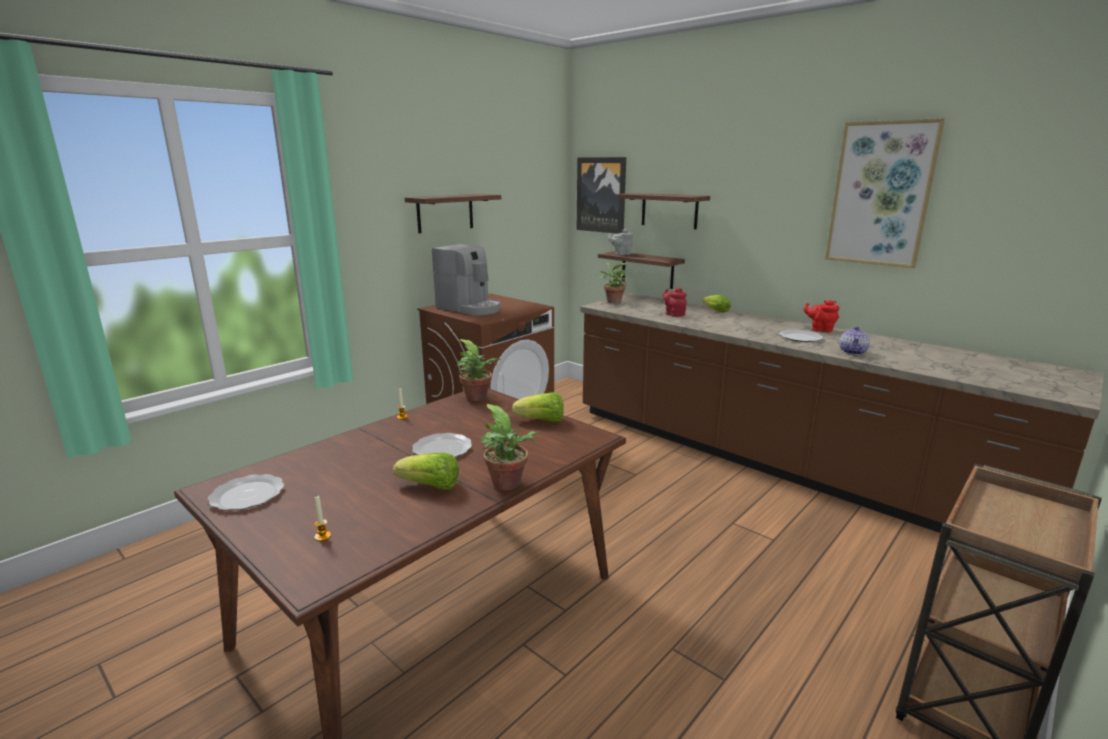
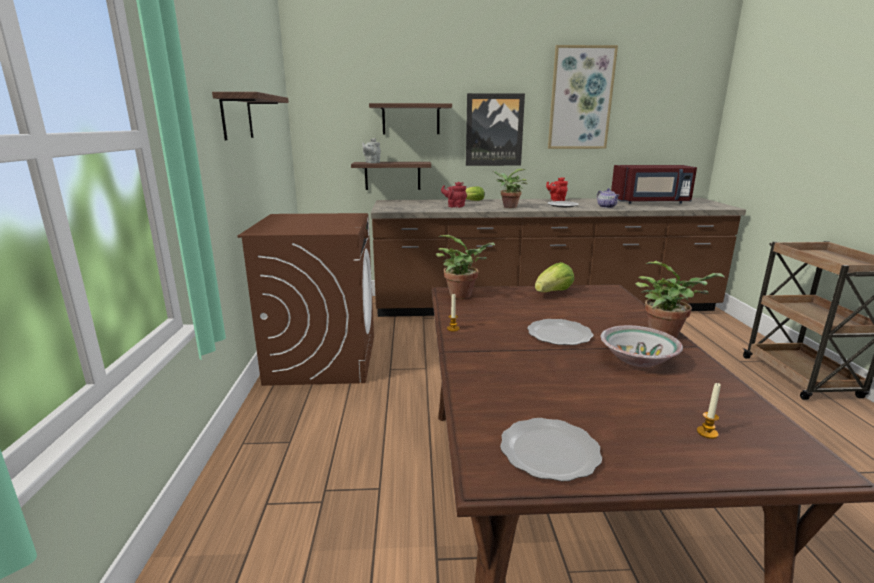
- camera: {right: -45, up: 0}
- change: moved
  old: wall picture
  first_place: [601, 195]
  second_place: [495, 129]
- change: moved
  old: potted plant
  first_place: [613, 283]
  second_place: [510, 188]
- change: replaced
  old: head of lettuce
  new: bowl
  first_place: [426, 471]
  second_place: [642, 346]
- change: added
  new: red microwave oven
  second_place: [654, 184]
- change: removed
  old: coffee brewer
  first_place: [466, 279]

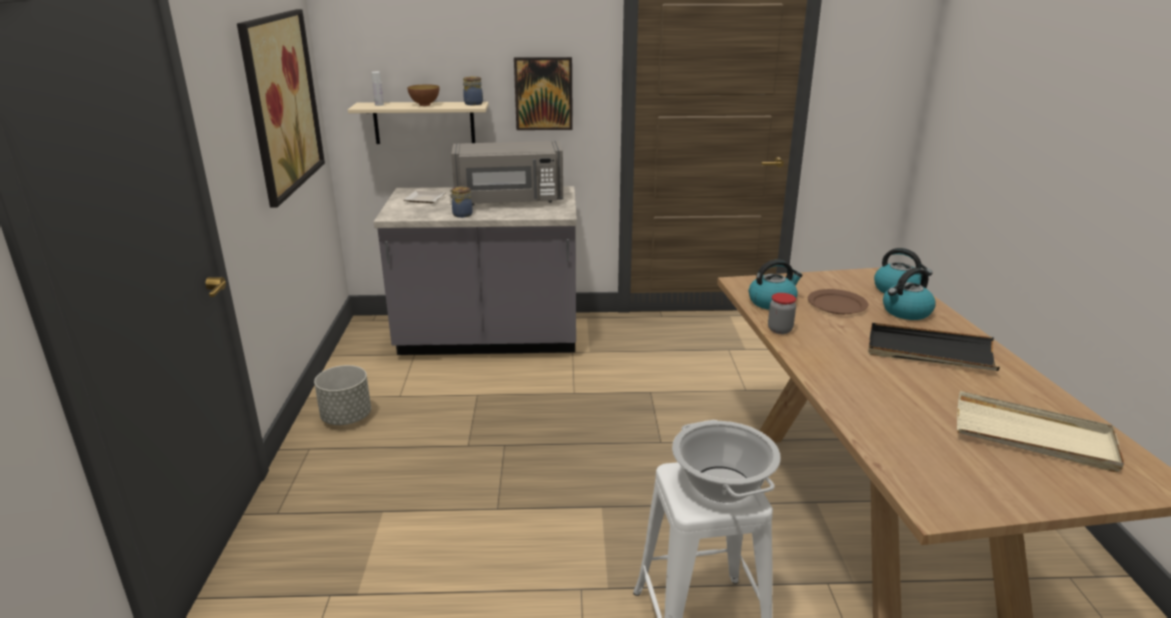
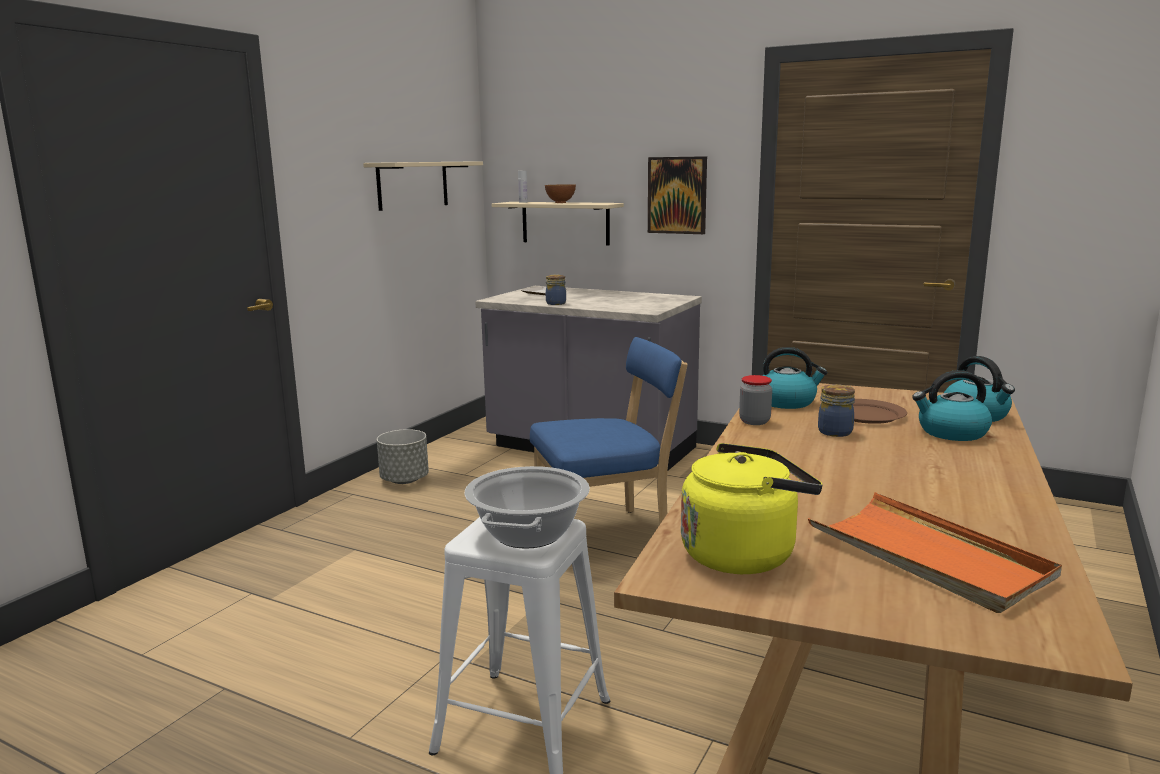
- camera: {right: 30, up: -10}
- change: replaced
  old: wall picture
  new: sand-coloured wall shelf
  first_place: [281, 108]
  second_place: [423, 186]
- change: added
  new: blue upright chair
  second_place: [609, 430]
- change: added
  new: yellow water kettle
  second_place: [752, 508]
- change: recoloured
  old: sand-coloured serving tray
  new: orange serving tray
  first_place: [1040, 431]
  second_place: [935, 552]
- change: moved
  old: jar
  first_place: [473, 90]
  second_place: [836, 410]
- change: removed
  old: gray microwave oven
  first_place: [507, 173]
- change: removed
  old: black serving tray
  first_place: [934, 347]

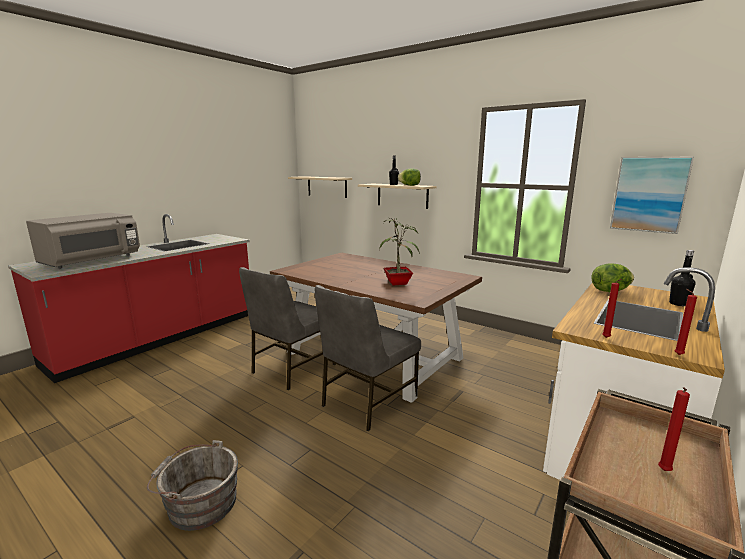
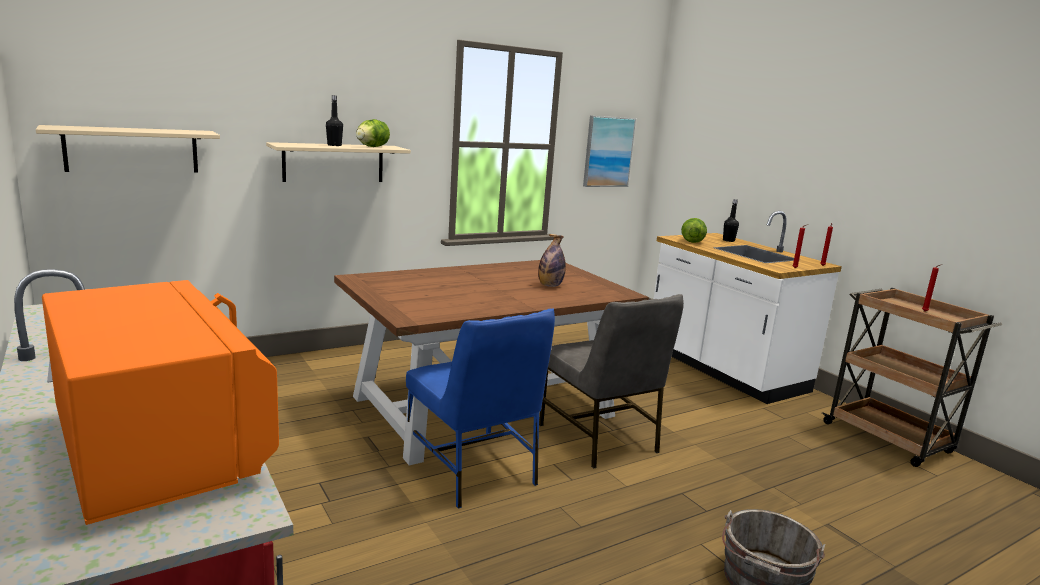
- camera: {right: -70, up: 0}
- change: recoloured
  old: gray microwave oven
  new: orange microwave oven
  first_place: [83, 241]
  second_place: [160, 402]
- change: recoloured
  old: gray upright chair
  new: blue upright chair
  first_place: [287, 328]
  second_place: [480, 408]
- change: replaced
  old: potted plant
  new: drink bottle
  first_place: [399, 251]
  second_place: [552, 260]

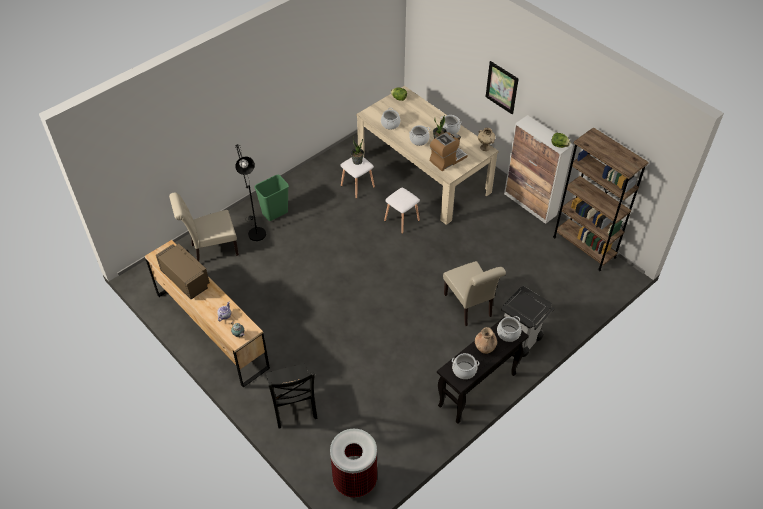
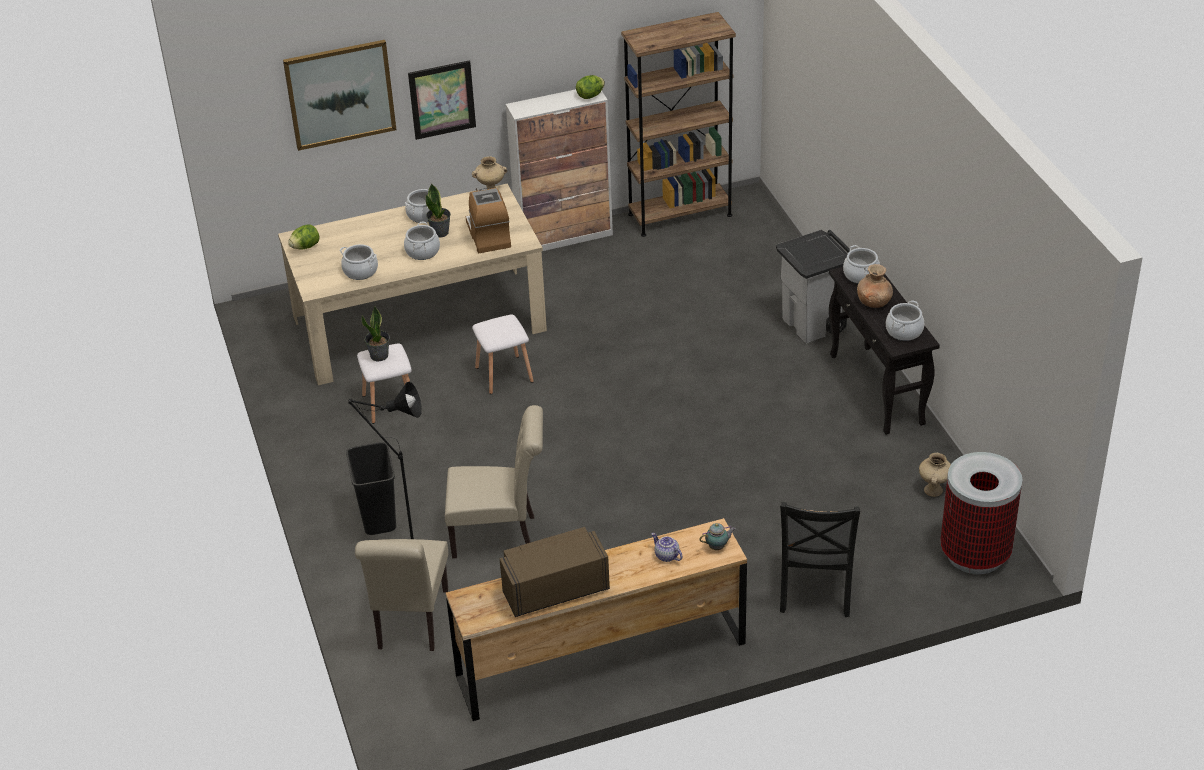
- camera: {right: -65, up: -10}
- change: added
  new: wall picture
  second_place: [339, 95]
- change: recoloured
  old: green-coloured waste bin
  new: black waste bin
  first_place: [271, 198]
  second_place: [371, 488]
- change: moved
  old: sand-coloured upright chair
  first_place: [474, 293]
  second_place: [494, 481]
- change: turned
  old: black upright chair
  first_place: [291, 396]
  second_place: [820, 559]
  degrees: 90
- change: added
  new: sand-coloured decorative vase
  second_place: [935, 475]

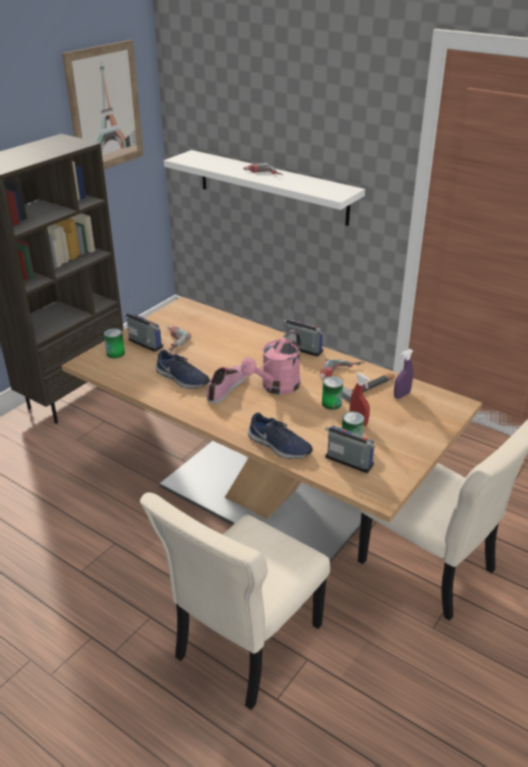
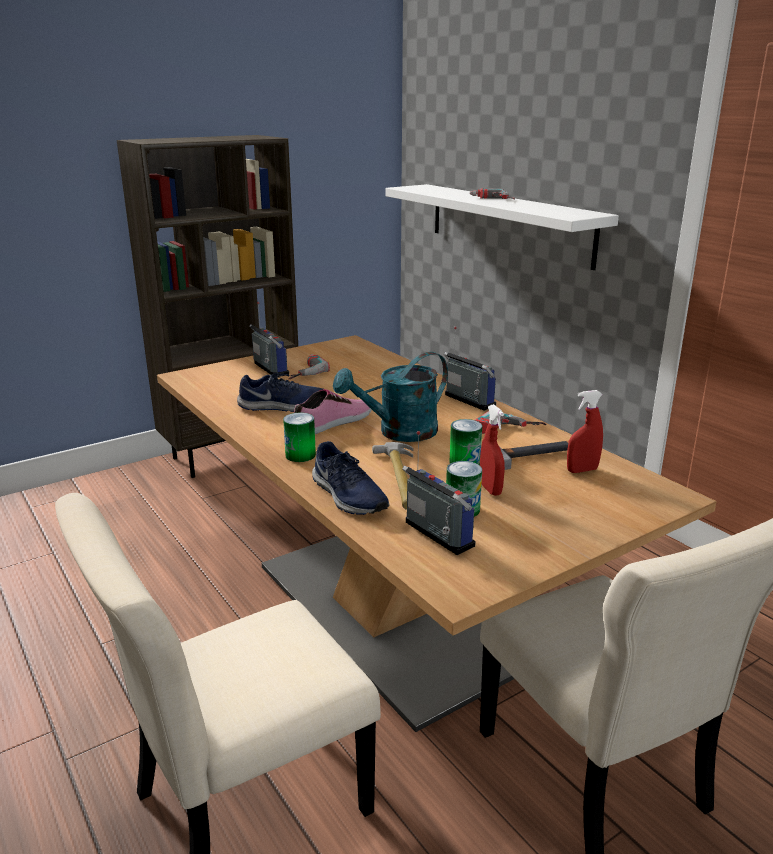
- camera: {right: 20, up: -10}
- change: turned
  old: blue low shoe
  first_place: [182, 369]
  second_place: [280, 392]
  degrees: -60
- change: moved
  old: sealed can
  first_place: [114, 343]
  second_place: [299, 437]
- change: recoloured
  old: pinkish sprinkling can
  new: blue-green sprinkling can
  first_place: [271, 362]
  second_place: [390, 397]
- change: added
  new: hand hammer
  second_place: [392, 476]
- change: recoloured
  old: purple hand sprayer
  new: red hand sprayer
  first_place: [404, 374]
  second_place: [585, 431]
- change: removed
  old: wall picture
  first_place: [103, 105]

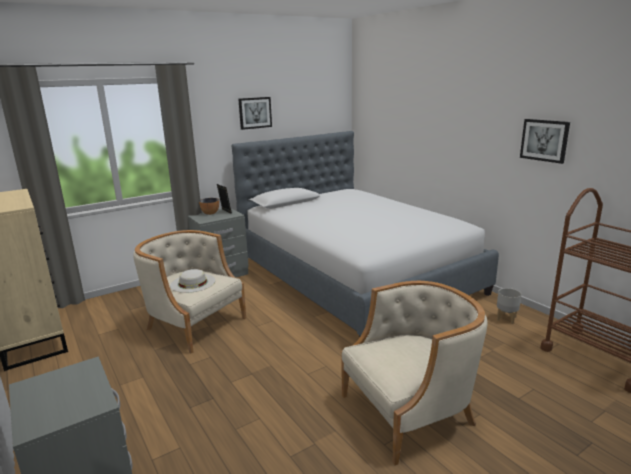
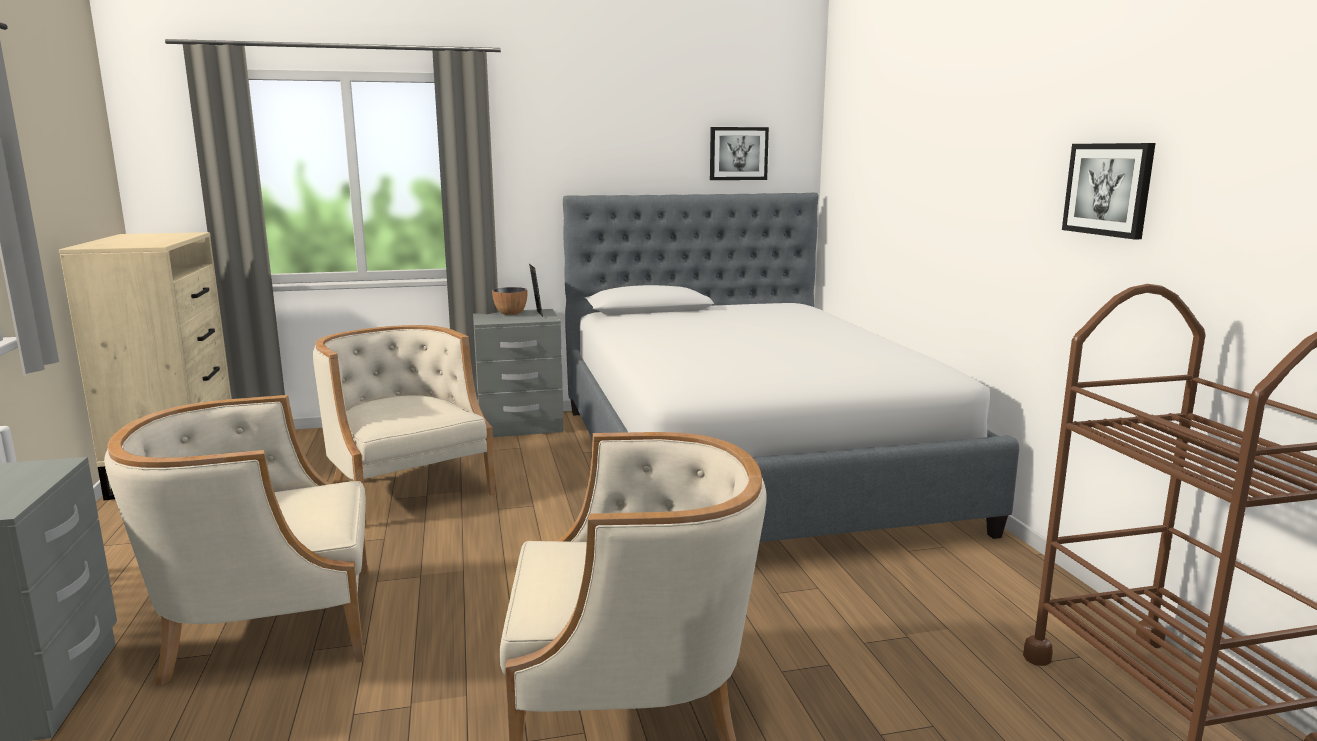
- camera: {right: 20, up: -5}
- change: added
  new: sand-coloured easy chair
  second_place: [236, 541]
- change: moved
  old: wall picture
  first_place: [255, 113]
  second_place: [739, 153]
- change: removed
  old: white-coloured clothing hat
  first_place: [192, 281]
- change: removed
  old: gray flower pot
  first_place: [509, 306]

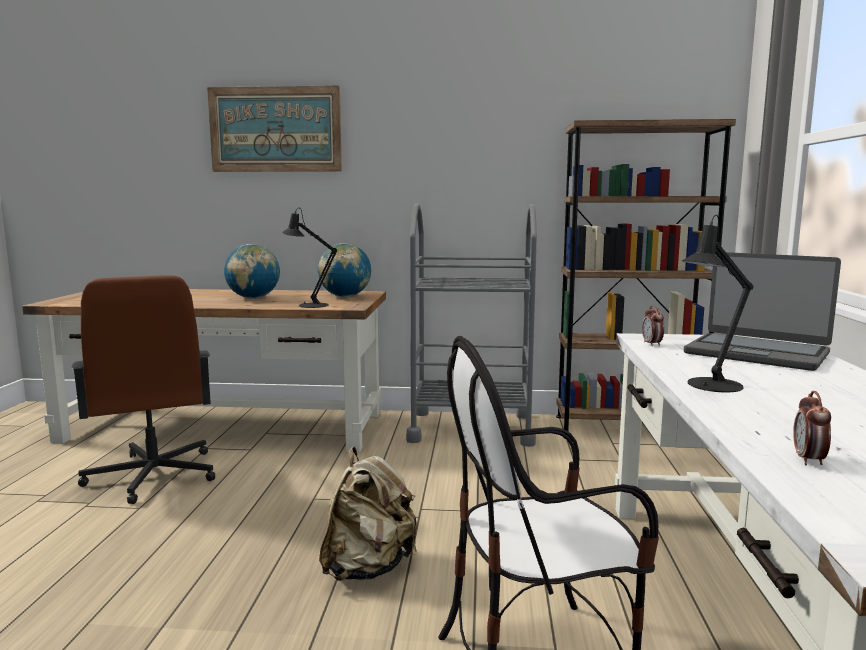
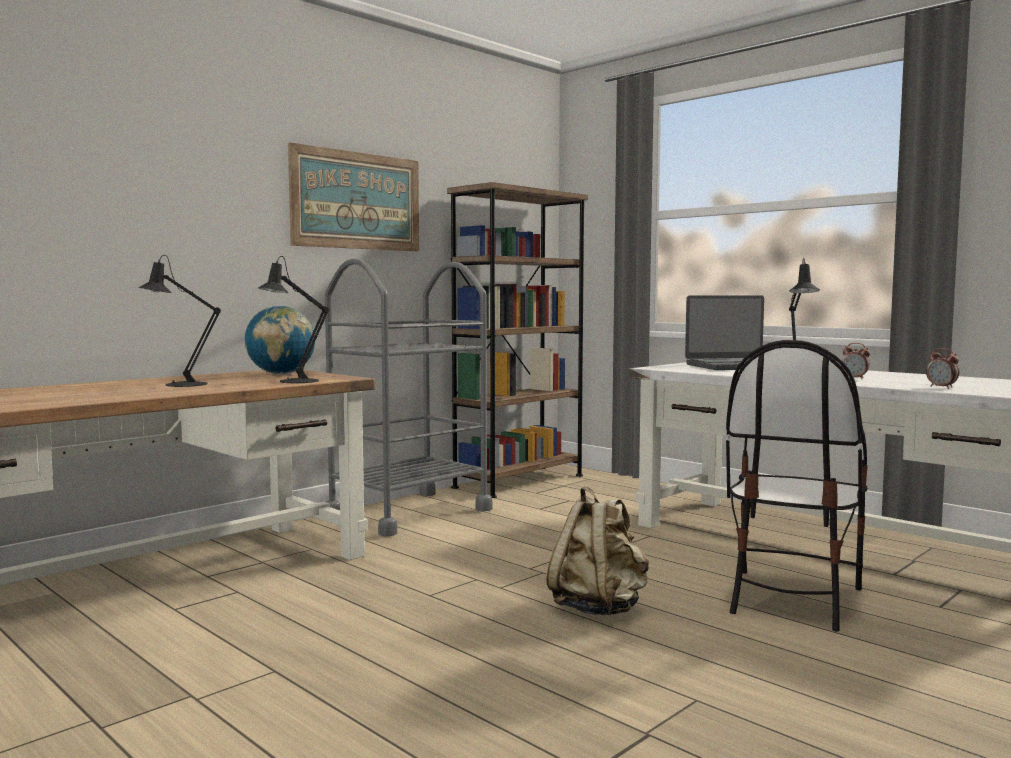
- camera: {right: -50, up: -5}
- change: replaced
  old: desk globe
  new: black table lamp
  first_place: [252, 271]
  second_place: [179, 321]
- change: moved
  old: wall picture
  first_place: [274, 128]
  second_place: [353, 196]
- change: moved
  old: table clock
  first_place: [653, 325]
  second_place: [855, 361]
- change: removed
  old: brown office chair
  first_place: [143, 389]

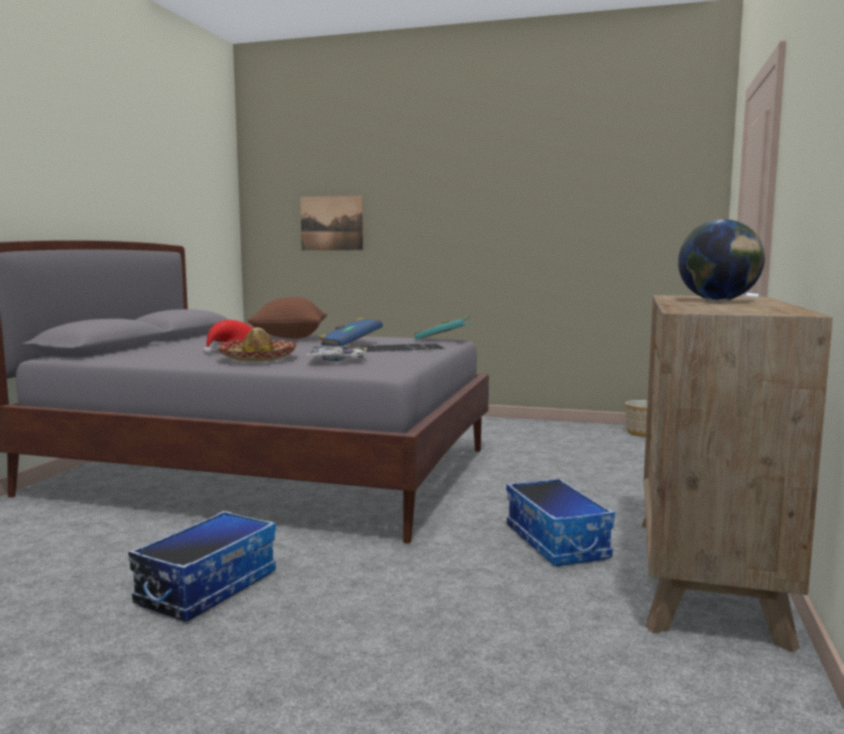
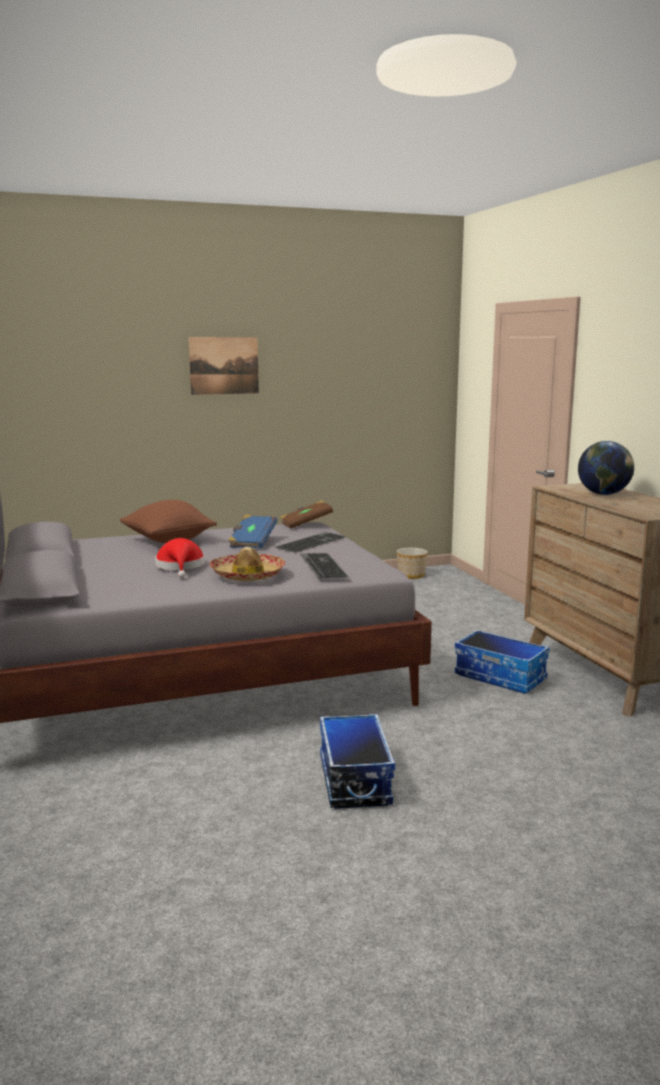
- camera: {right: -35, up: 5}
- change: moved
  old: wall picture
  first_place: [331, 222]
  second_place: [223, 366]
- change: recoloured
  old: blue-green book
  new: brown book
  first_place: [442, 328]
  second_place: [306, 514]
- change: replaced
  old: serving tray
  new: keyboard
  first_place: [337, 353]
  second_place: [324, 565]

